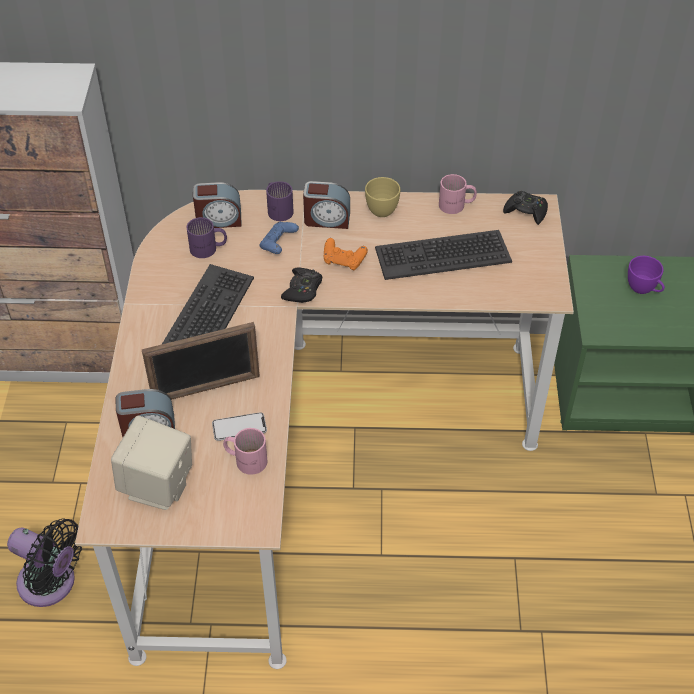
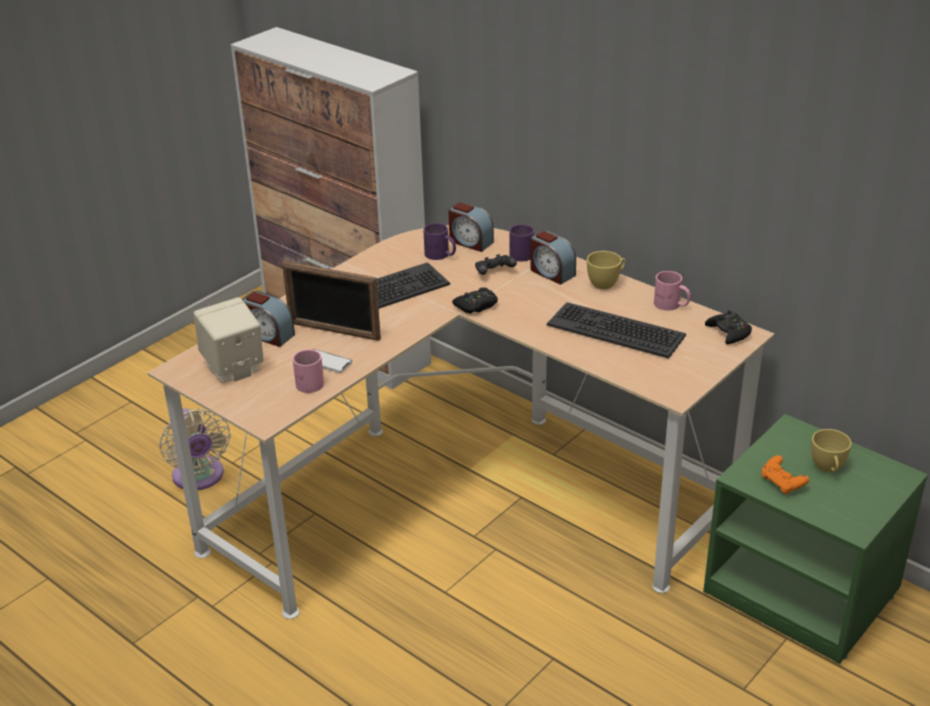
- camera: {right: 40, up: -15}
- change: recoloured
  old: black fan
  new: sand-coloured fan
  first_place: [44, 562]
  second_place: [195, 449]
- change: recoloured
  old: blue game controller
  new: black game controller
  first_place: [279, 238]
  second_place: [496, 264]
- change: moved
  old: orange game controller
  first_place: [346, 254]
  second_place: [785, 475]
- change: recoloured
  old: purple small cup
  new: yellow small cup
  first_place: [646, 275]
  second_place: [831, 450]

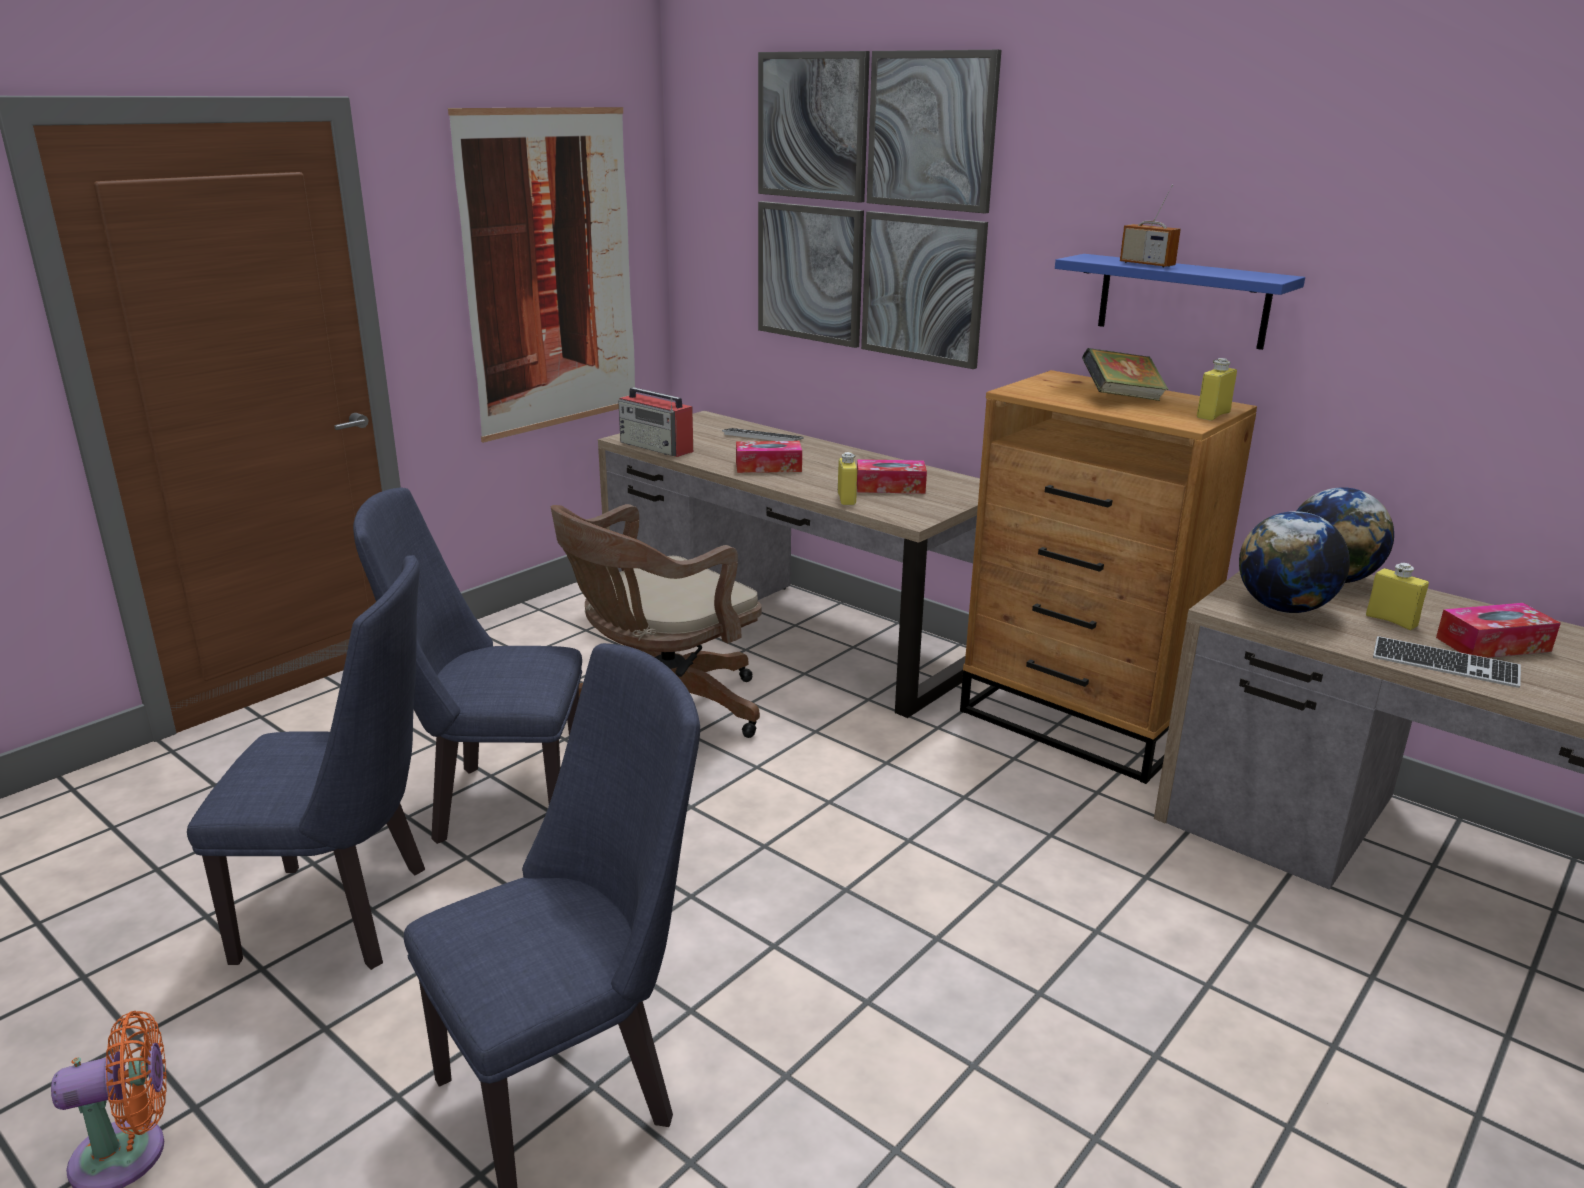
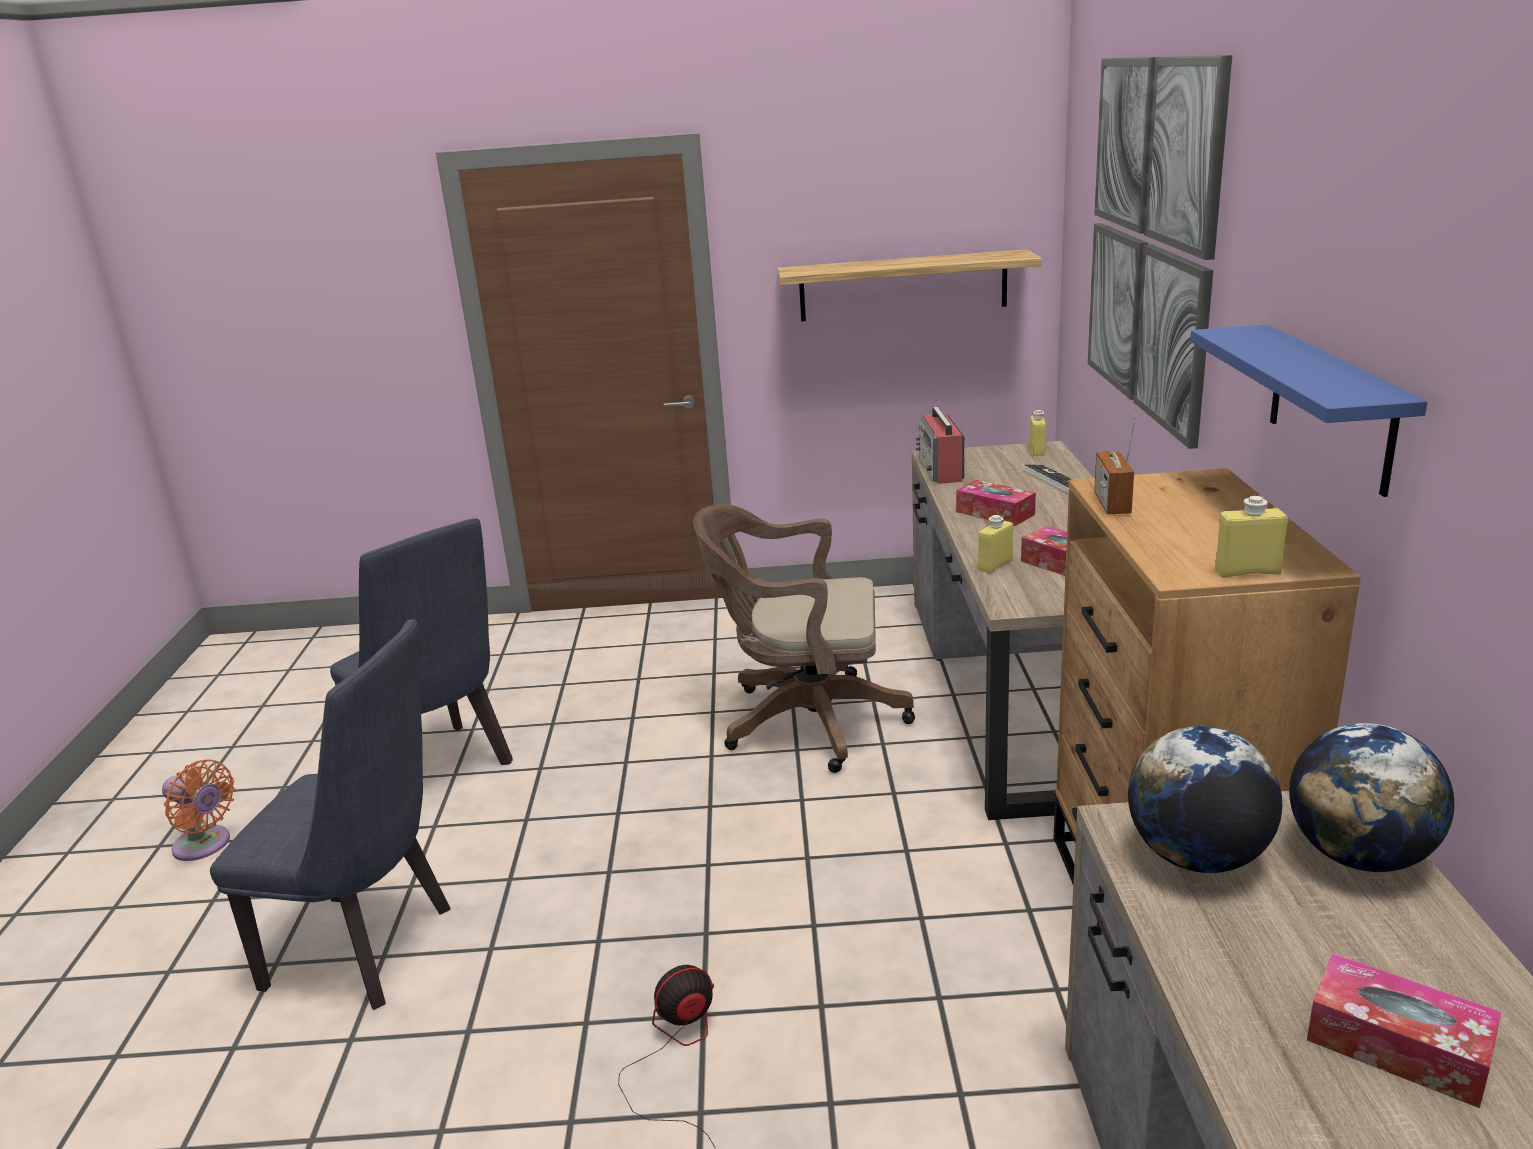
- camera: {right: 50, up: 0}
- change: added
  new: fan
  second_place: [667, 1057]
- change: replaced
  old: wall picture
  new: wall shelf
  first_place: [541, 275]
  second_place: [910, 285]
- change: moved
  old: yellow drink bottle
  first_place: [1397, 596]
  second_place: [1038, 433]
- change: moved
  old: radio
  first_place: [1150, 226]
  second_place: [1115, 465]
- change: removed
  old: blue upright chair
  first_place: [467, 665]
- change: removed
  old: book
  first_place: [1125, 374]
- change: removed
  old: keyboard
  first_place: [1447, 662]

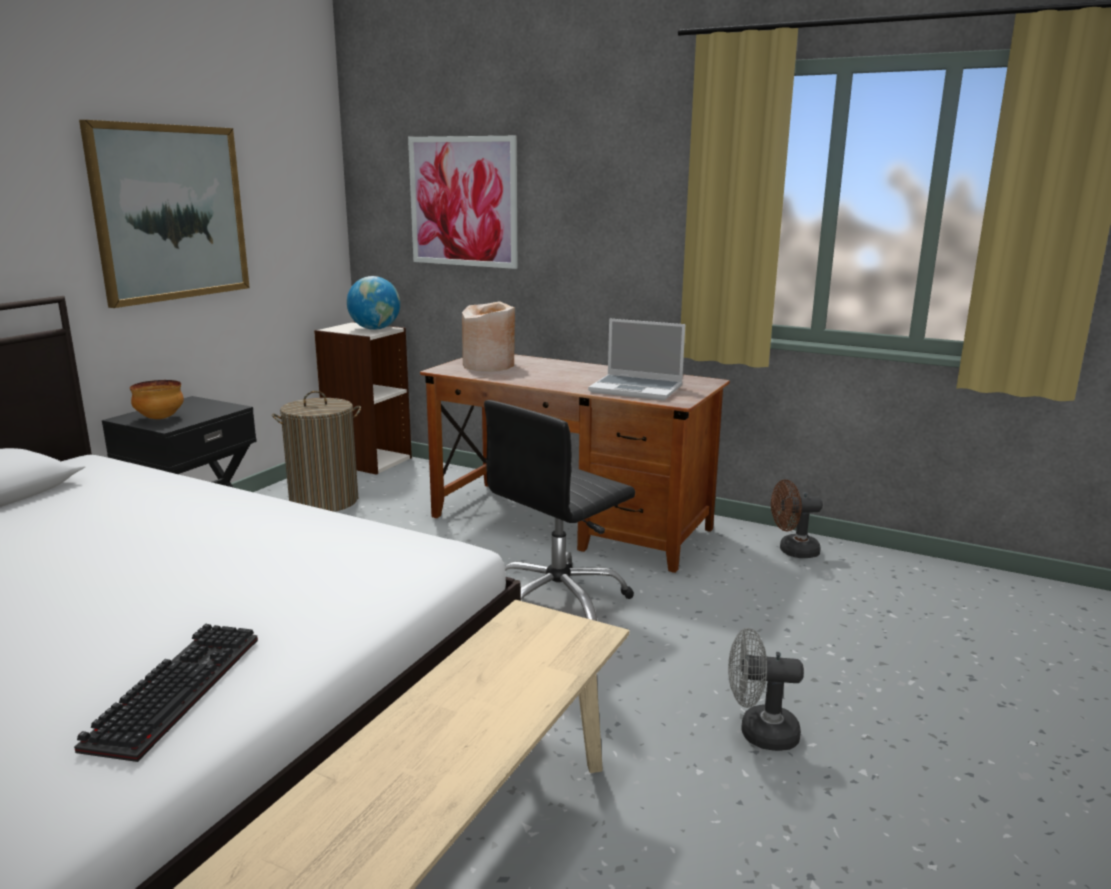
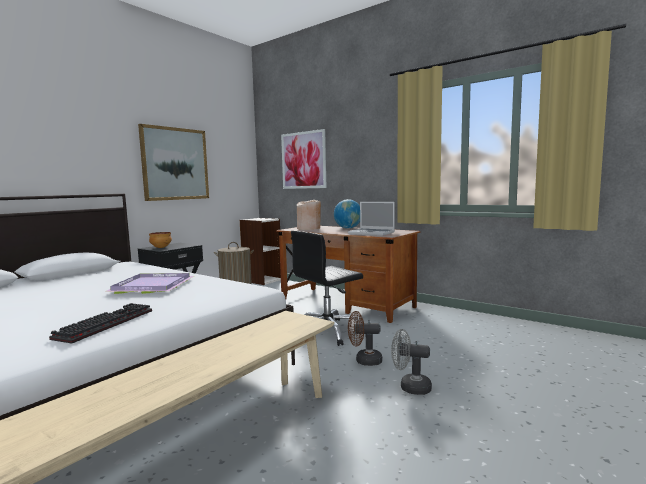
- camera: {right: 10, up: -10}
- change: added
  new: purple serving tray
  second_place: [149, 283]
- change: moved
  old: desk globe
  first_place: [373, 303]
  second_place: [347, 213]
- change: moved
  old: brown fan
  first_place: [797, 518]
  second_place: [365, 338]

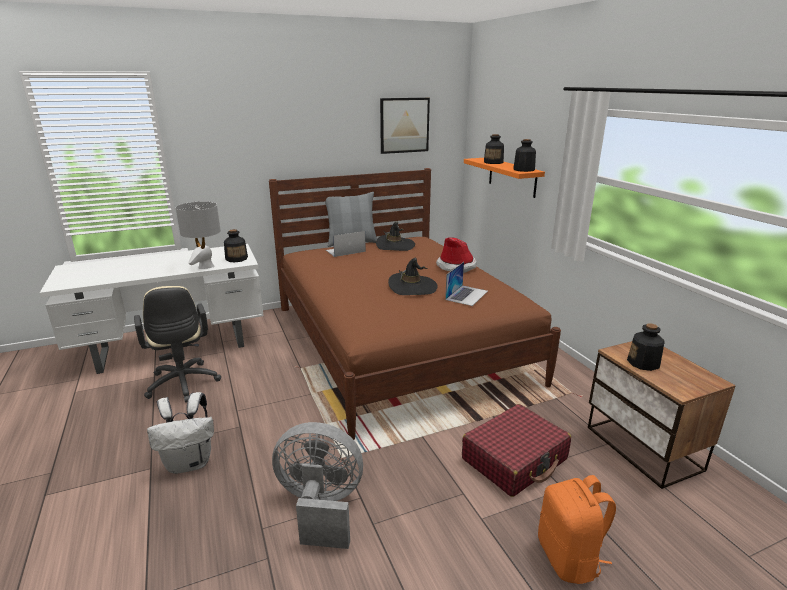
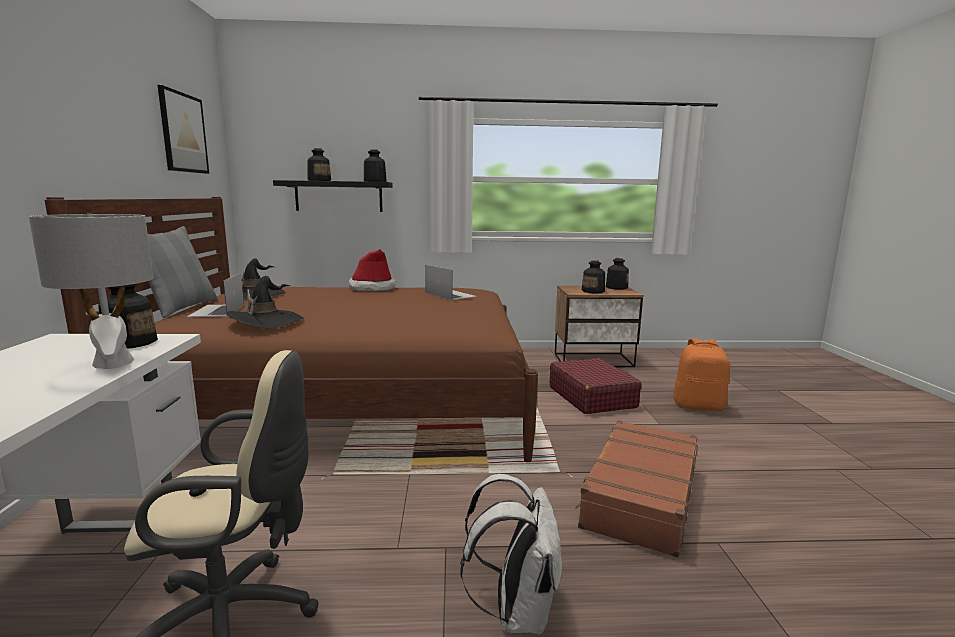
- camera: {right: -70, up: -10}
- change: moved
  old: black clothing hat
  first_place: [413, 276]
  second_place: [264, 302]
- change: recoloured
  old: orange wall shelf
  new: black wall shelf
  first_place: [504, 178]
  second_place: [333, 196]
- change: replaced
  old: gray fan
  new: brown piece of luggage
  first_place: [317, 485]
  second_place: [636, 488]
- change: added
  new: drink bottle
  second_place: [617, 274]

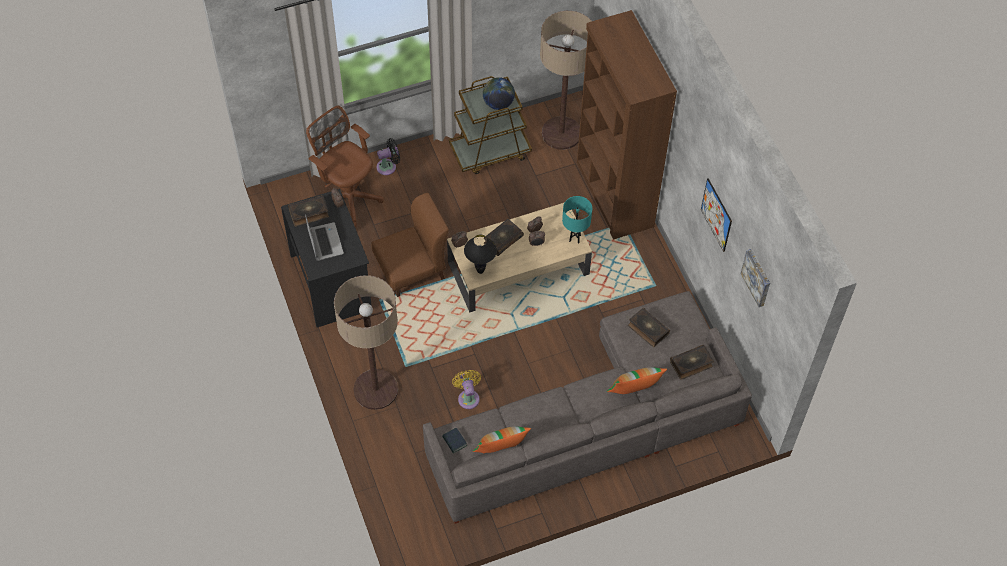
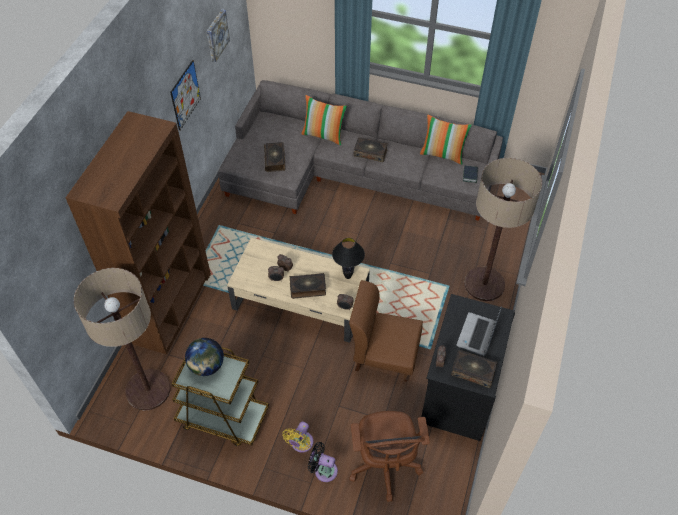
- camera: {right: -140, up: -5}
- change: moved
  old: yellow fan
  first_place: [466, 389]
  second_place: [297, 437]
- change: moved
  old: book
  first_place: [692, 362]
  second_place: [371, 149]
- change: removed
  old: blue-green table lamp
  first_place: [577, 219]

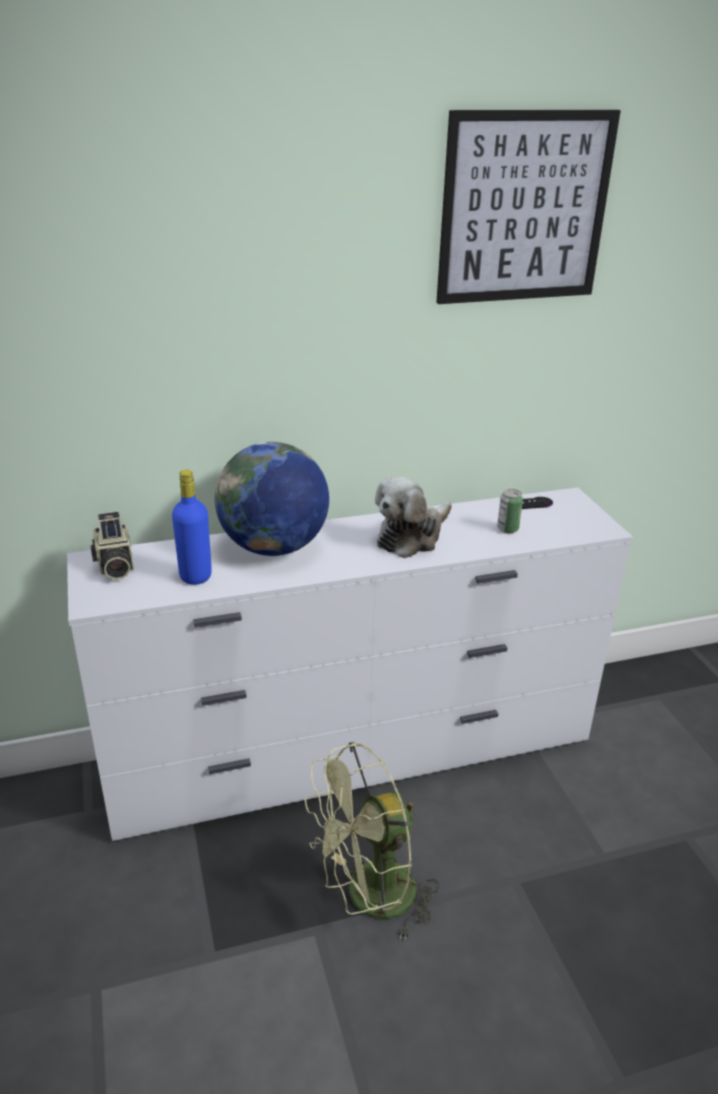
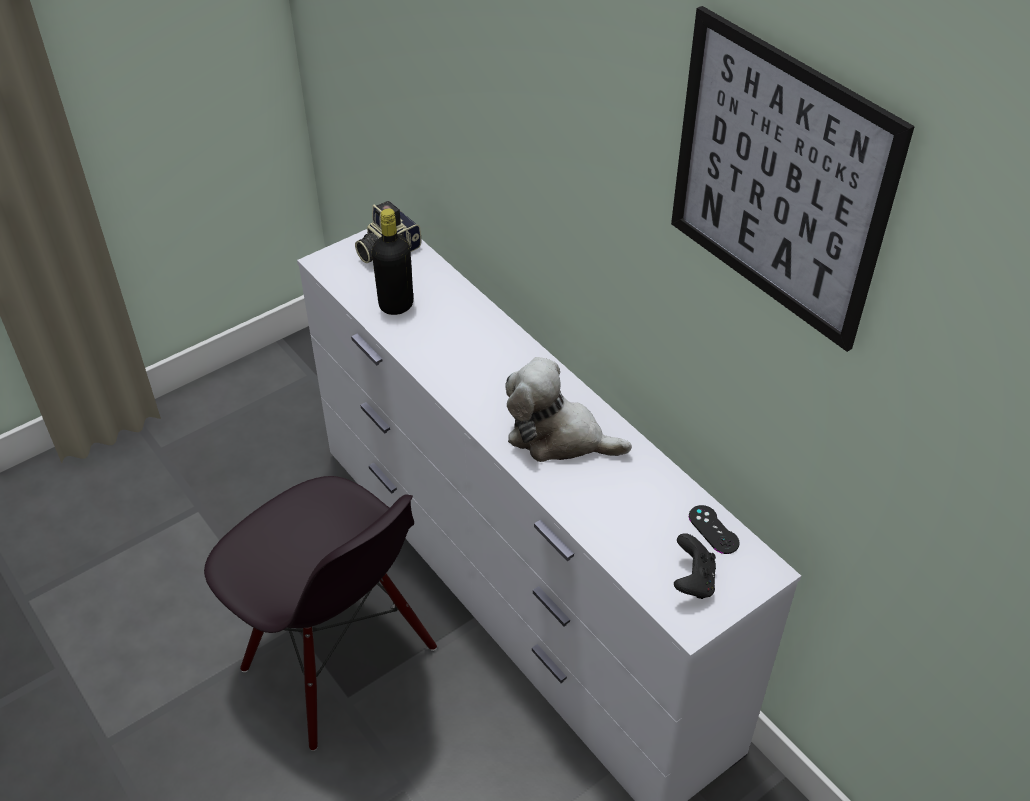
- camera: {right: 70, up: 15}
- change: replaced
  old: green-coloured fan
  new: black upright chair
  first_place: [371, 841]
  second_place: [320, 613]
- change: recoloured
  old: blue drink bottle
  new: black drink bottle
  first_place: [192, 527]
  second_place: [392, 261]
- change: added
  new: black game controller
  second_place: [695, 566]
- change: removed
  old: desk globe
  first_place: [272, 499]
- change: removed
  old: sealed can
  first_place: [510, 511]

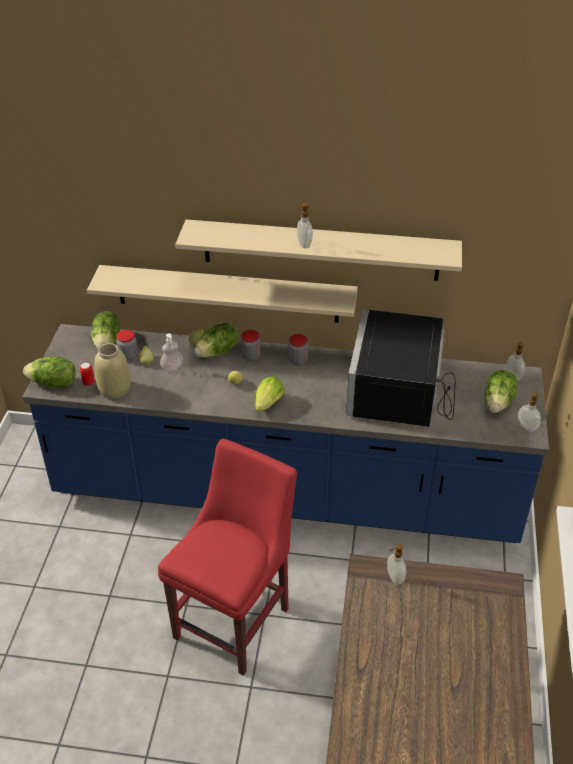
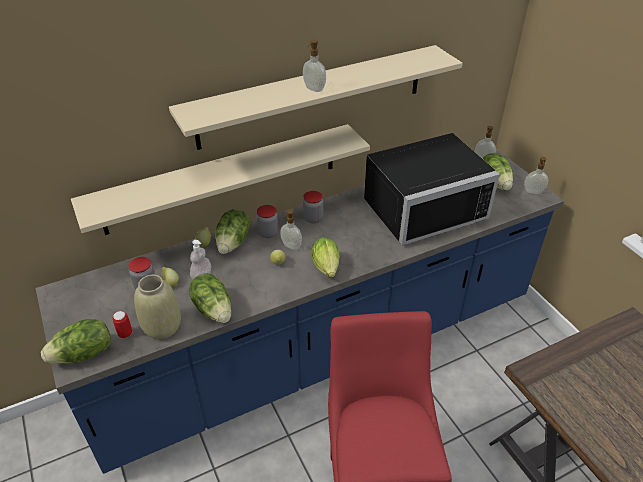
- camera: {right: -35, up: 0}
- change: moved
  old: head of lettuce
  first_place: [105, 330]
  second_place: [210, 298]
- change: moved
  old: soap bottle
  first_place: [396, 564]
  second_place: [291, 230]
- change: turned
  old: black microwave oven
  first_place: [401, 368]
  second_place: [432, 189]
  degrees: -90

